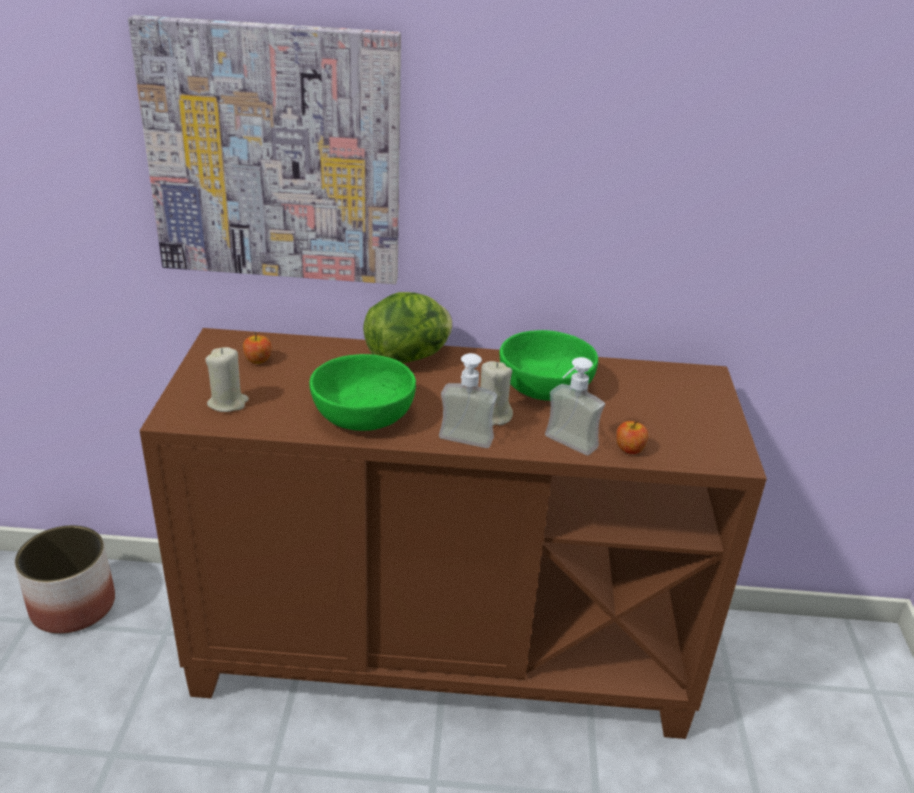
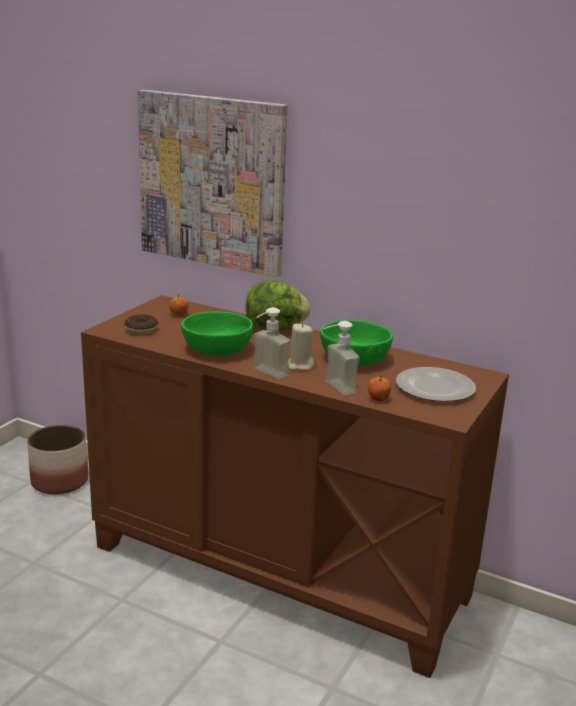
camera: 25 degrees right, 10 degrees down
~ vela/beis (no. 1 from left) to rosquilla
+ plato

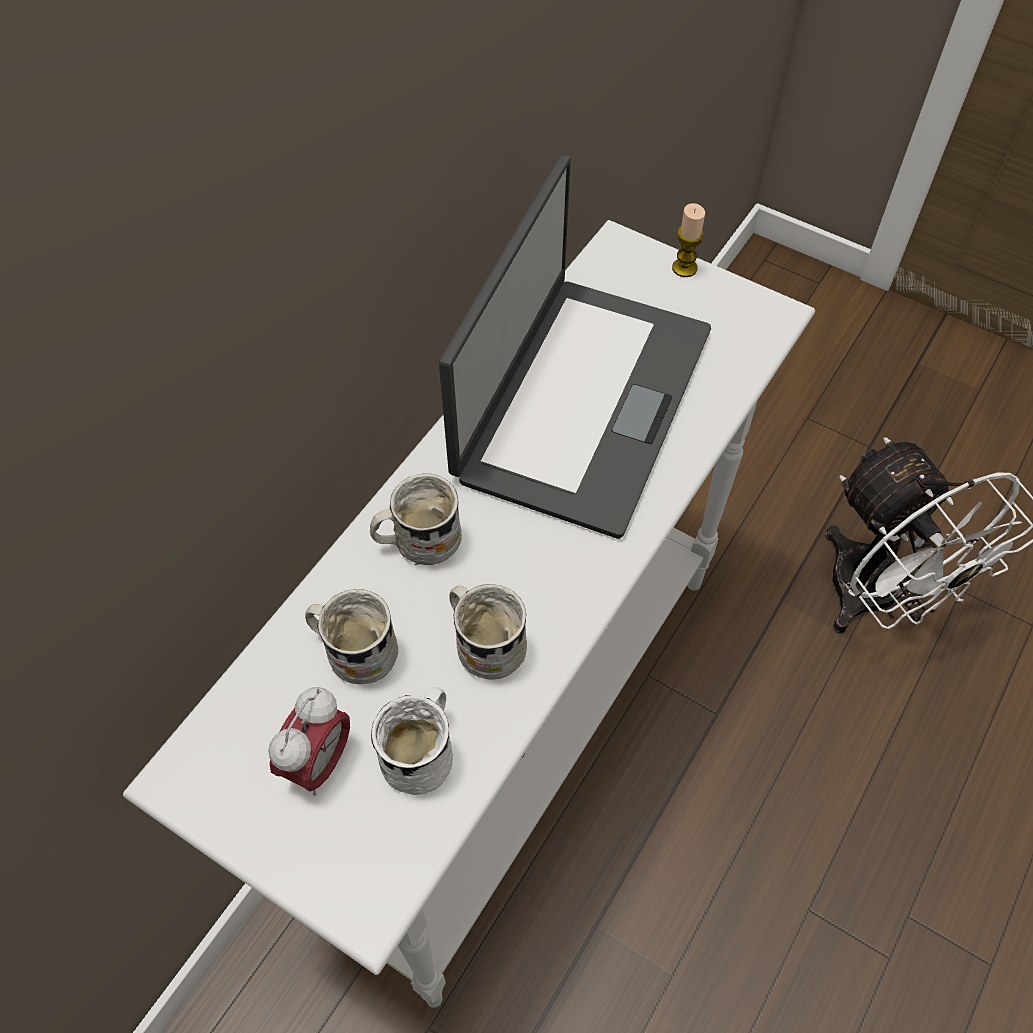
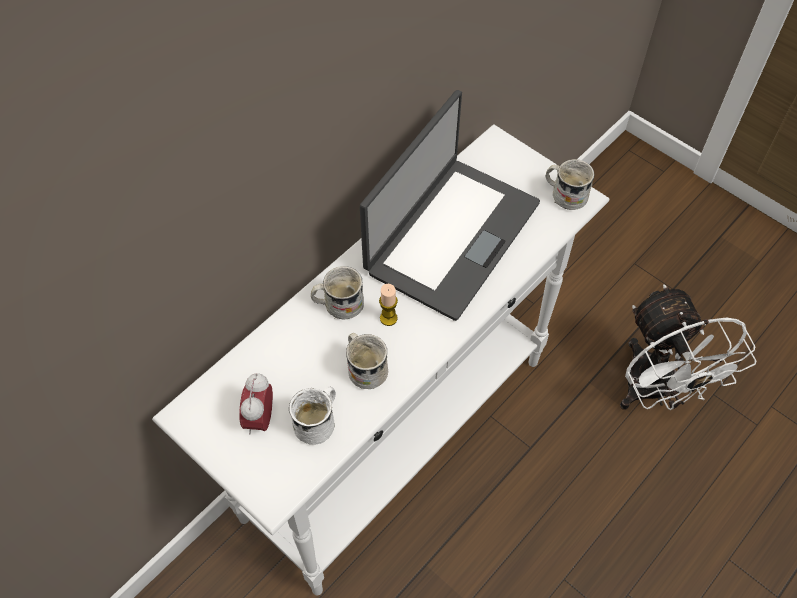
camera: 10 degrees right, 0 degrees up
~ despertador 150 degrees clockwise
~ vela
~ taza grande/blanco (no. 1 from left in the first image) to taza grande/blanco (no. 4 from left)

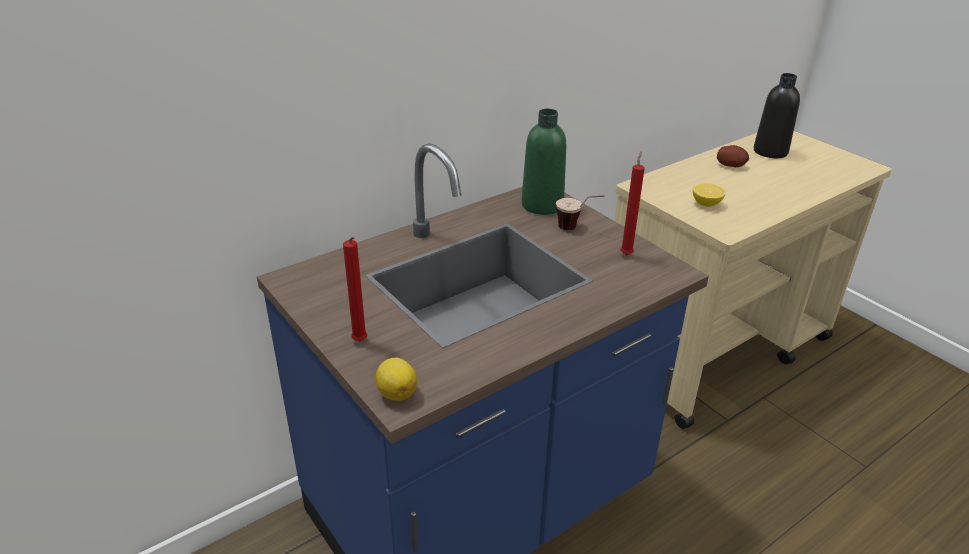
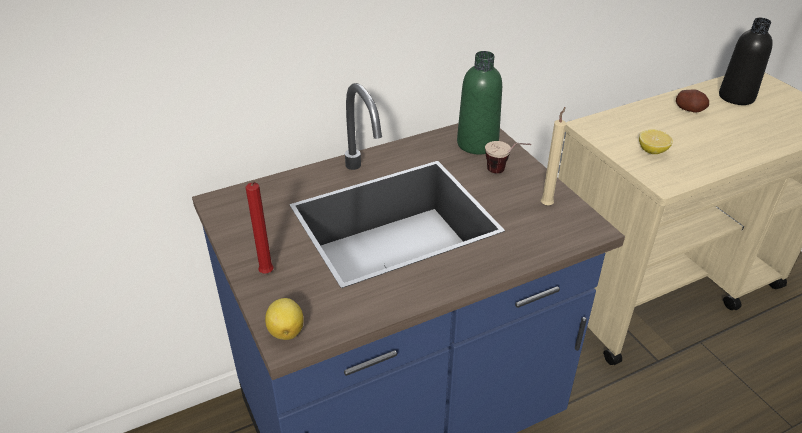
camera: 10 degrees right, 5 degrees up
~ vela/rojo (no. 2 from left) to vela/beis

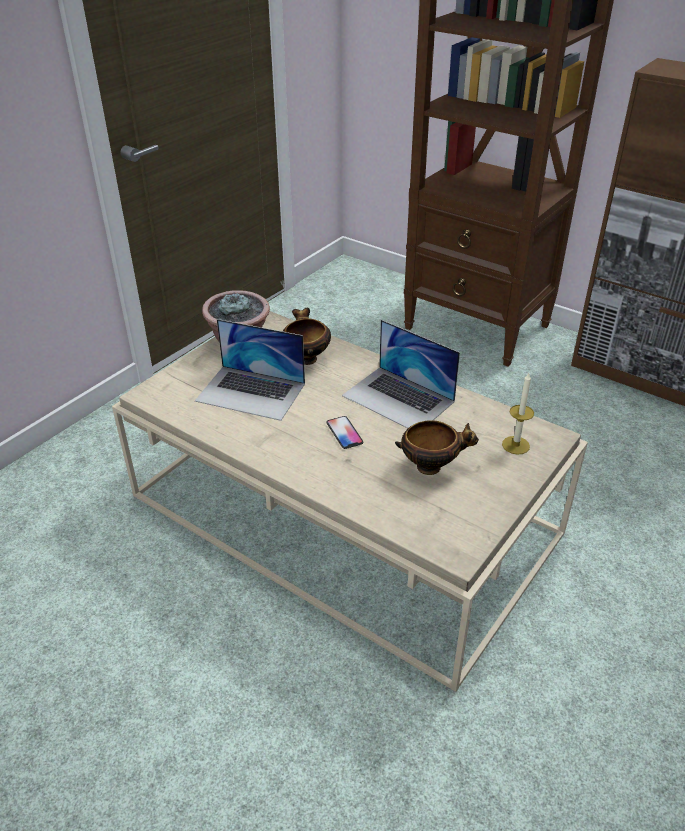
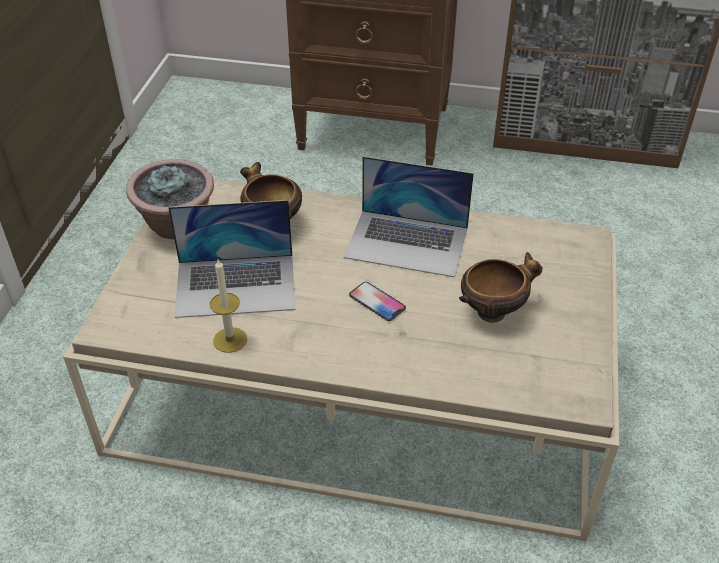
camera: 25 degrees left, 5 degrees up
~ vela

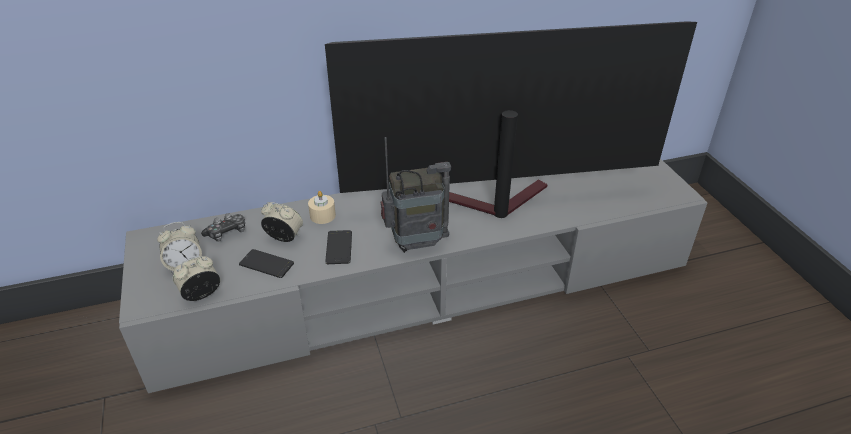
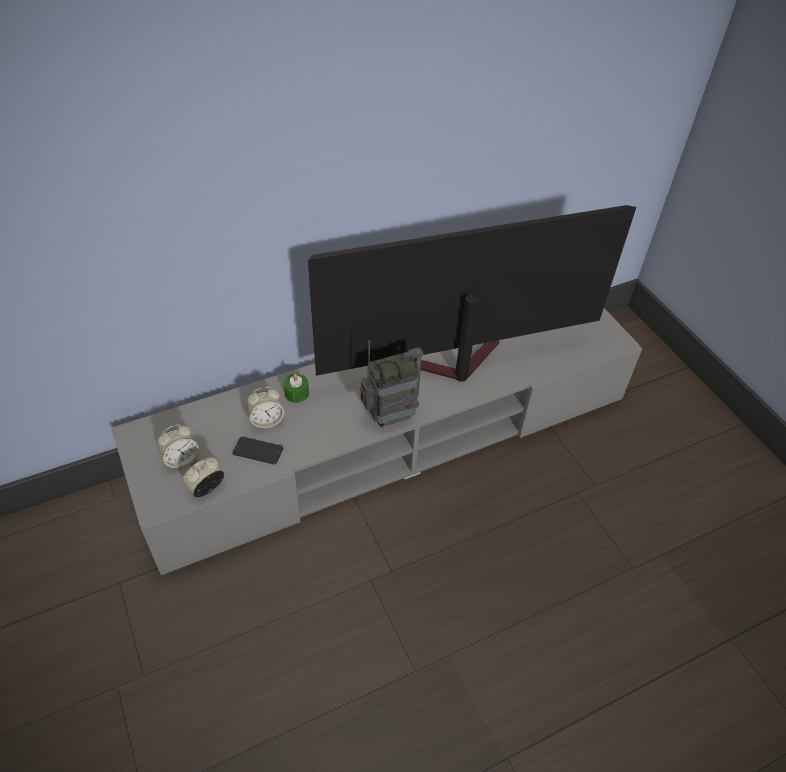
camera: 10 degrees left, 10 degrees up
~ despertador (no. 3 from left) 150 degrees clockwise
~ vela/beis to vela/verde
- mando de consola
- móvil (no. 2 from left)

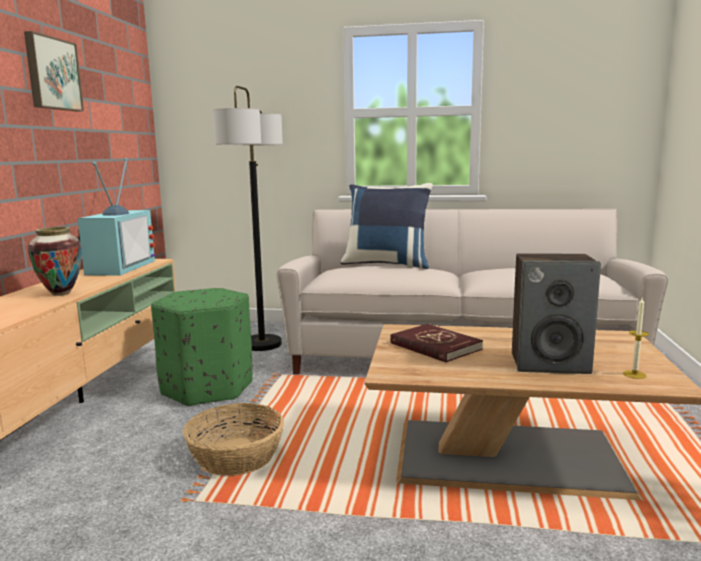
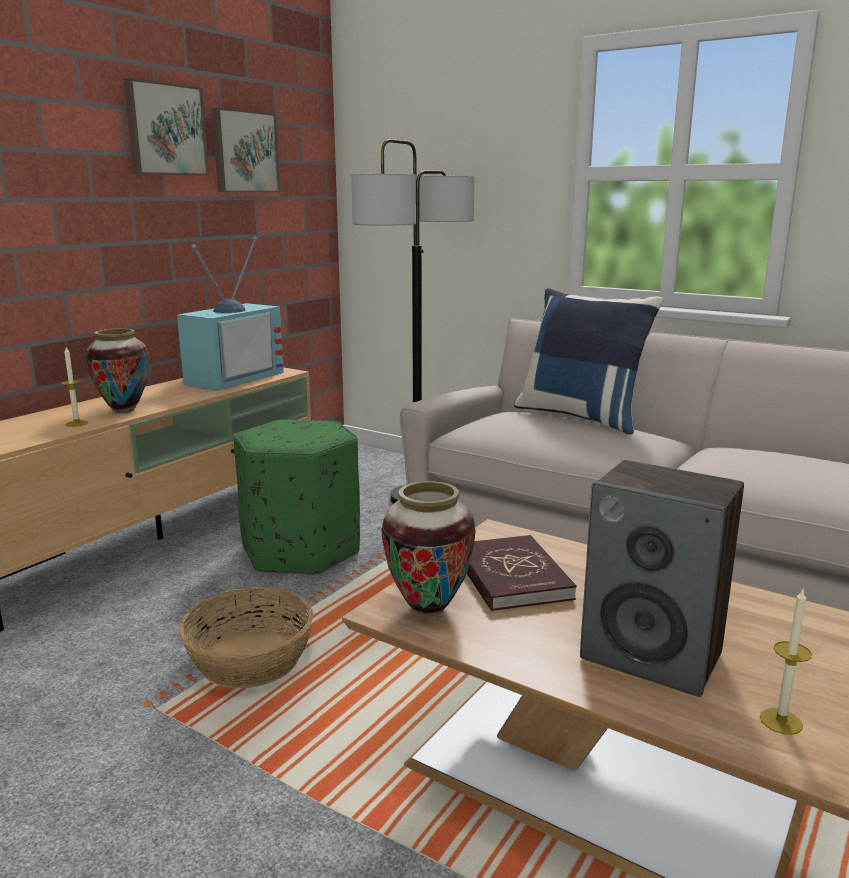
camera: 25 degrees right, 5 degrees up
+ vela (no. 1 from left)
+ cuadro (no. 2 from left)
+ florero (no. 2 from left)

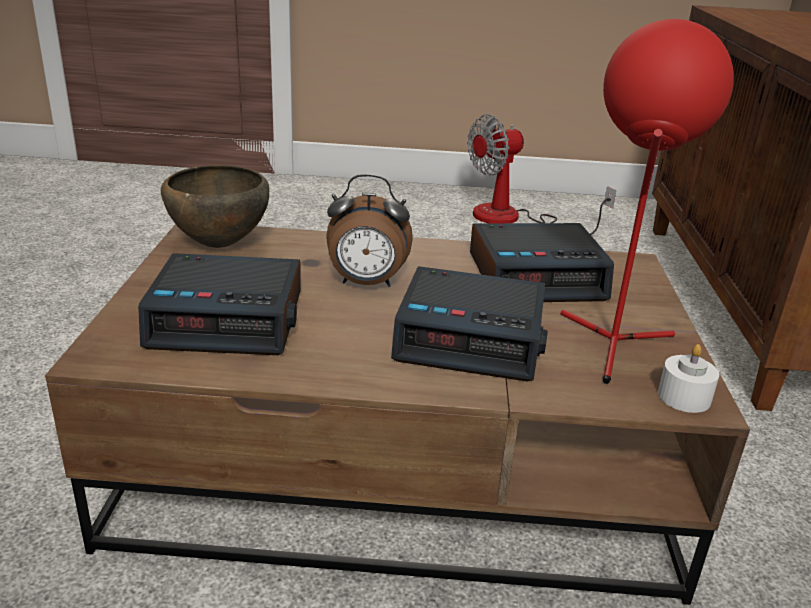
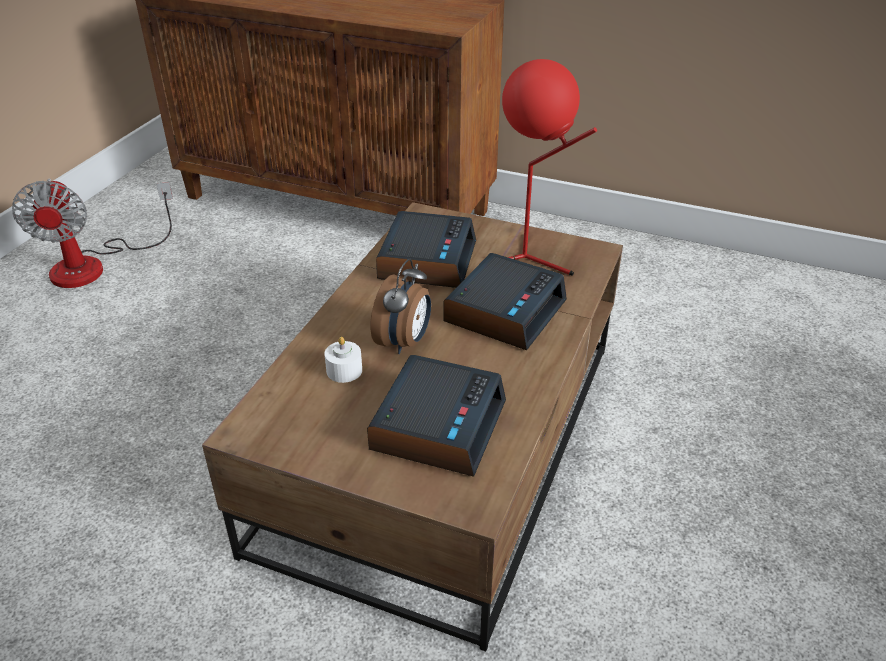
camera: 70 degrees left, 10 degrees up
~ vela/blanco
- cuenco/marrón

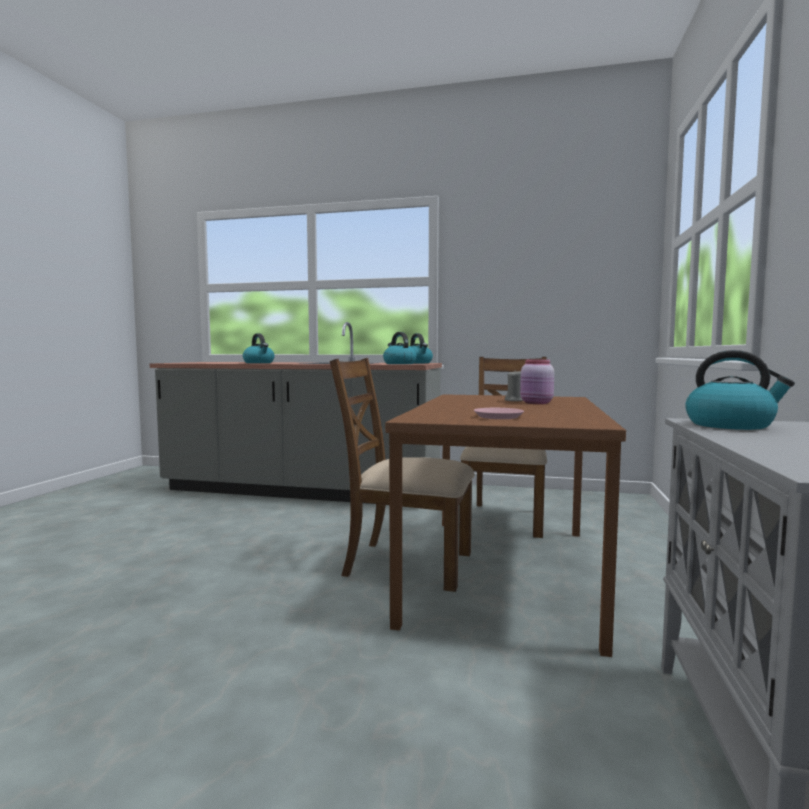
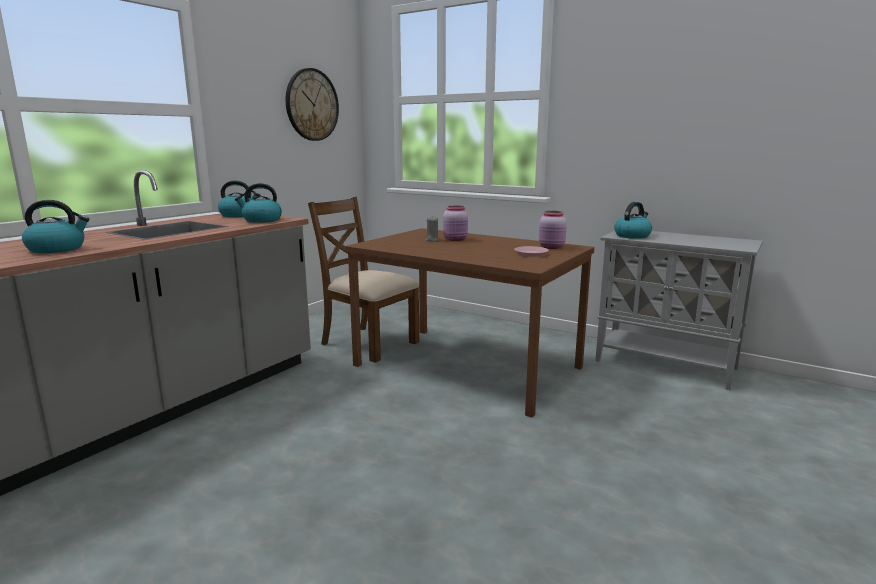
camera: 70 degrees left, 10 degrees up
+ reloj de pared
+ tarro/rosa (no. 2 from left)
- silla/marrón (no. 1 from left)

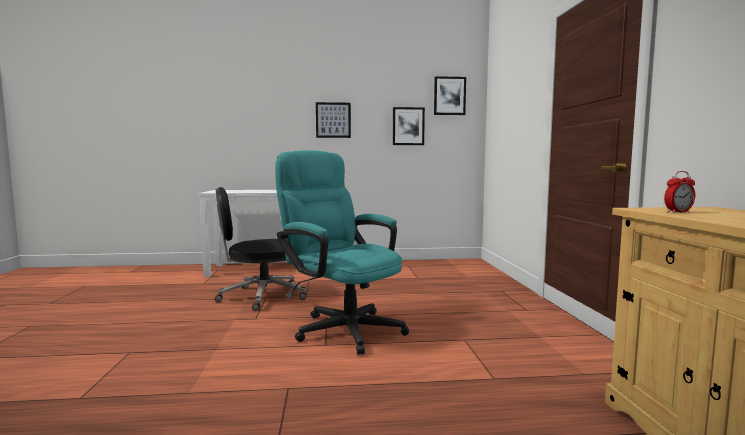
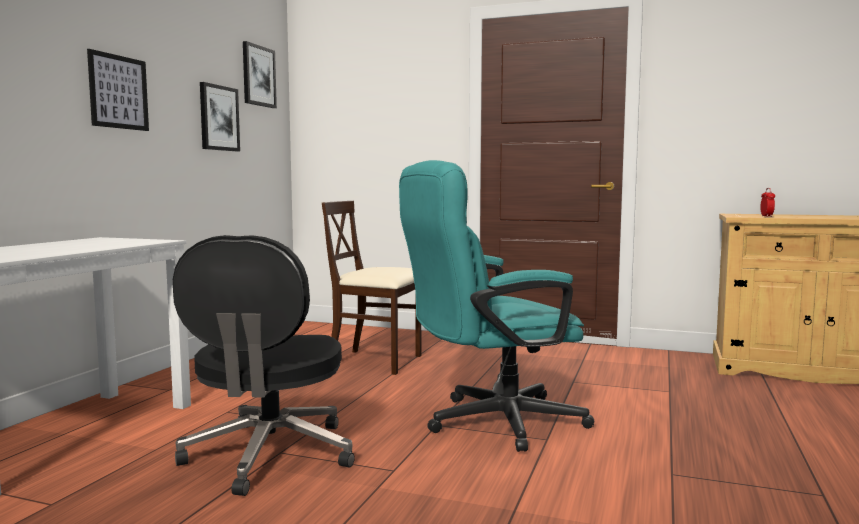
camera: 65 degrees left, 0 degrees up
+ silla/beis

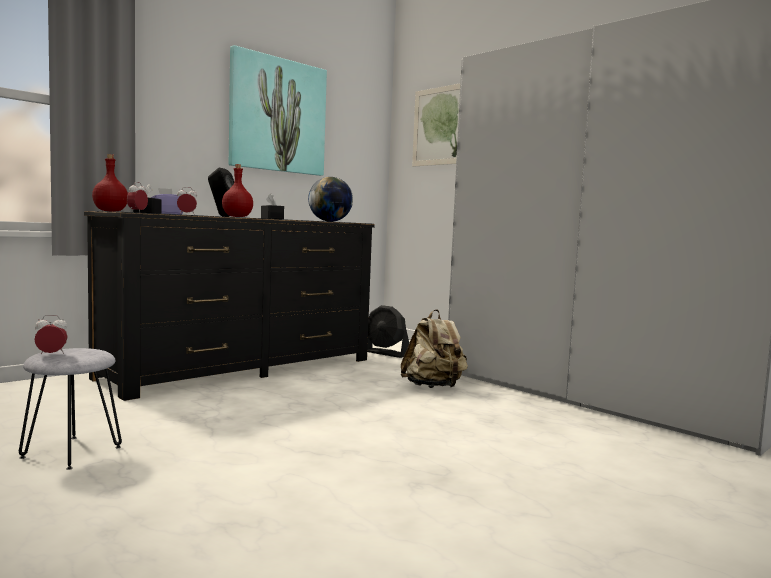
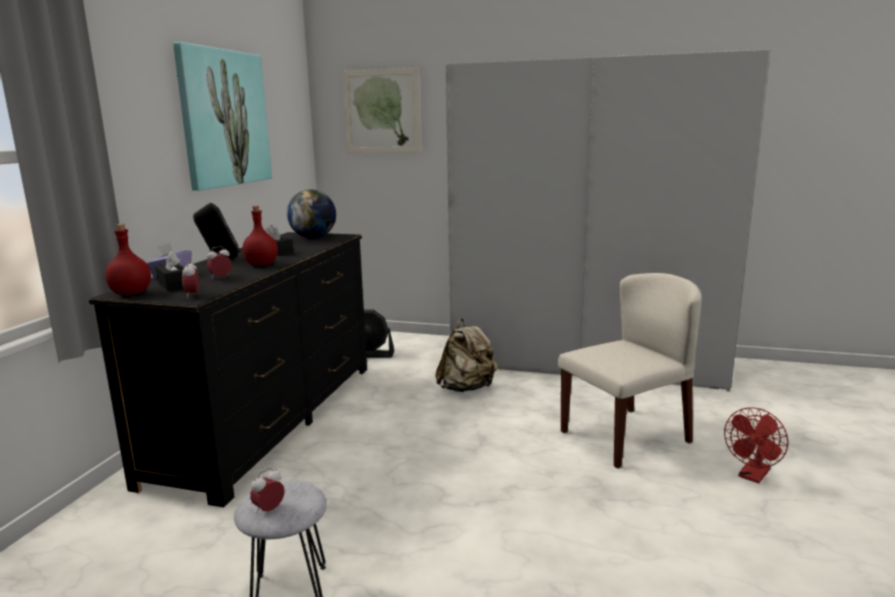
camera: 30 degrees left, 10 degrees up
+ silla/beis
+ ventilador/rojo

